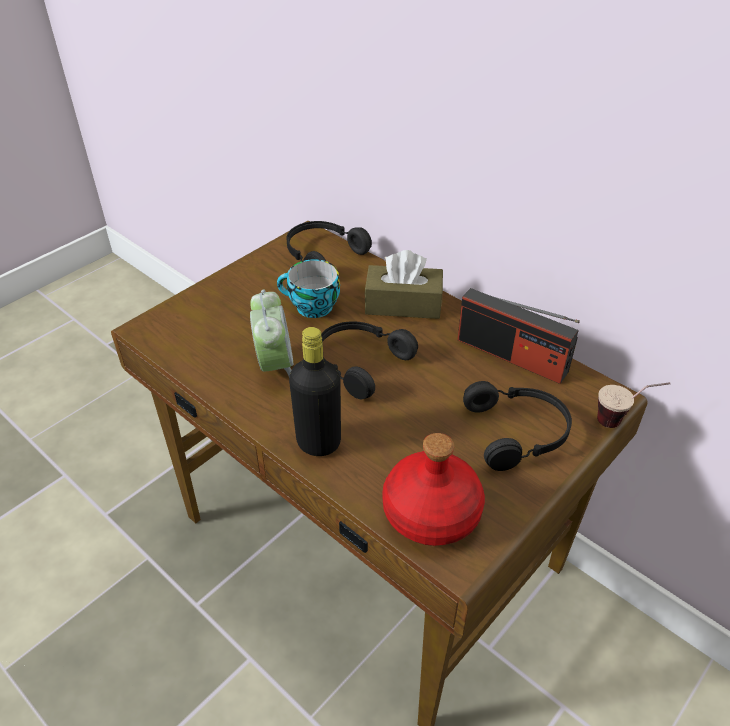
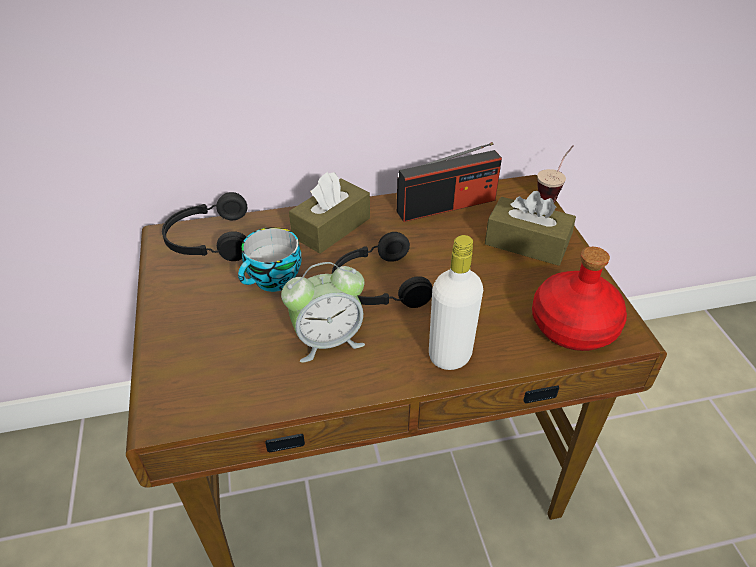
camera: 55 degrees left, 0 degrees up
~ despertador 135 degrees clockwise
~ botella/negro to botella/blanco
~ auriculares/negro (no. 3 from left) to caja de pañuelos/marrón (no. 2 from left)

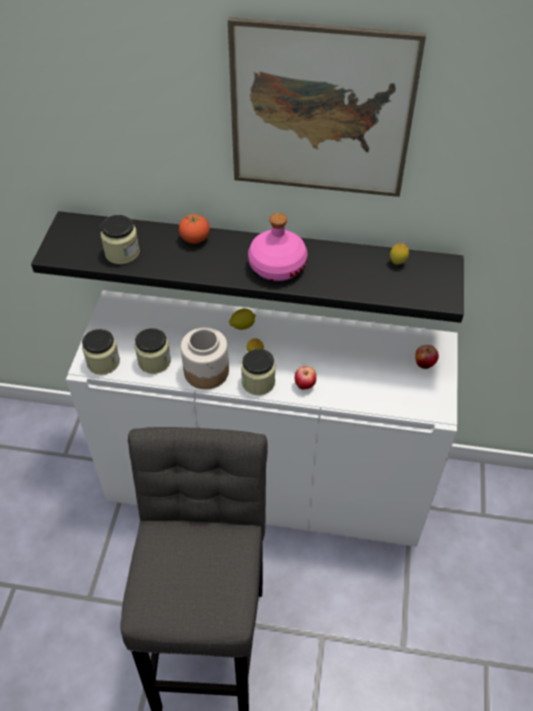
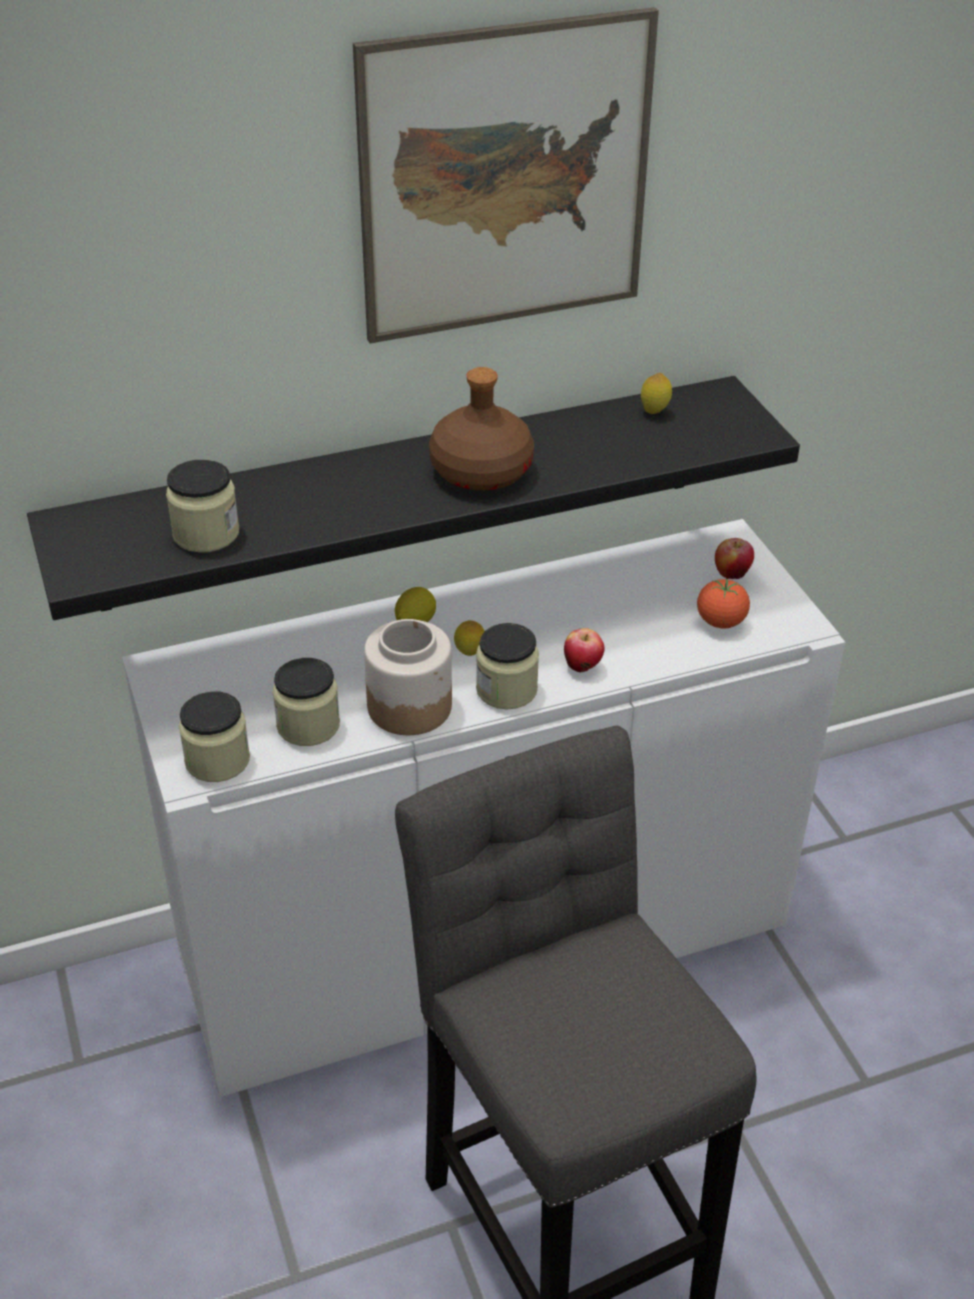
camera: 30 degrees left, 10 degrees down
~ botella/rosa to botella/marrón
~ tomate

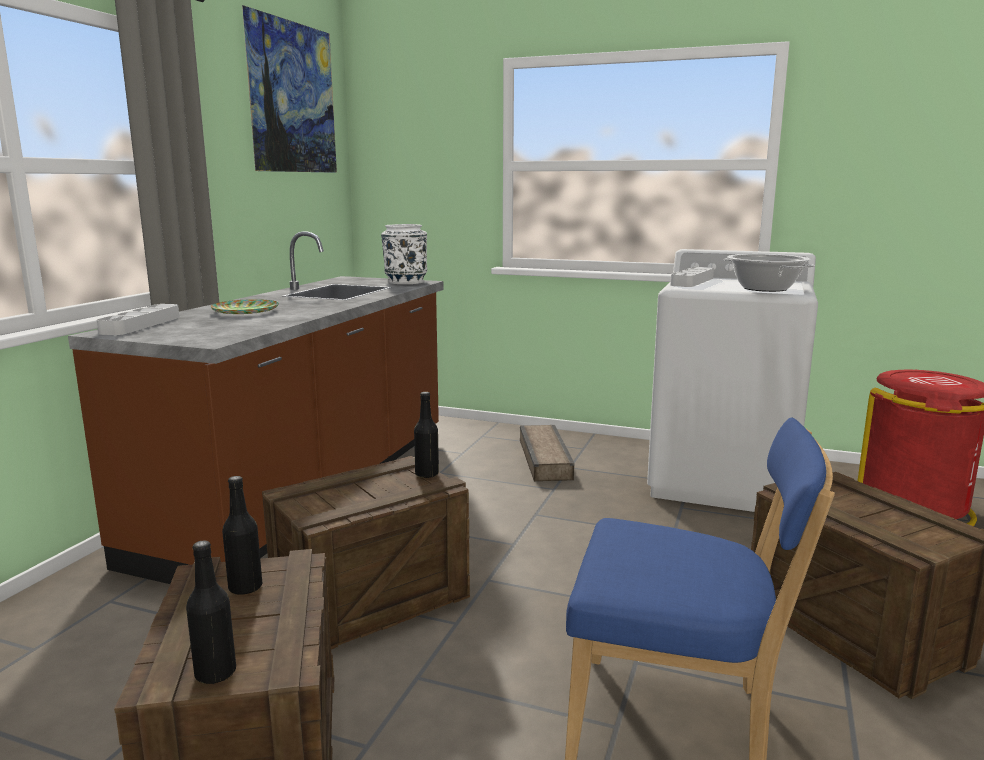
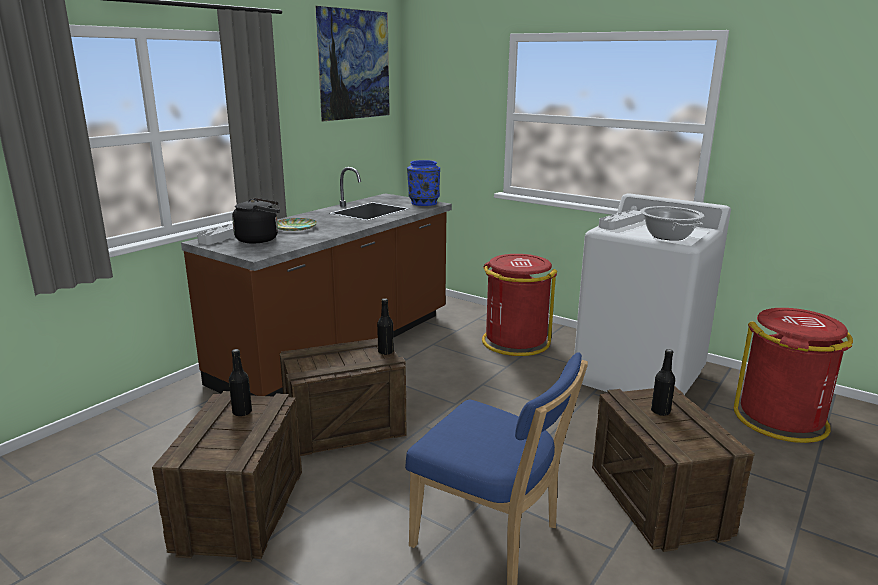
camera: 15 degrees right, 5 degrees up
+ hervidor/negro
~ florero/blanco to florero/azul
~ caja de embalaje (no. 3 from left) to papelera/rojo (no. 1 from left)
~ botella/negro (no. 1 from left in the first image) to botella/negro (no. 3 from left)

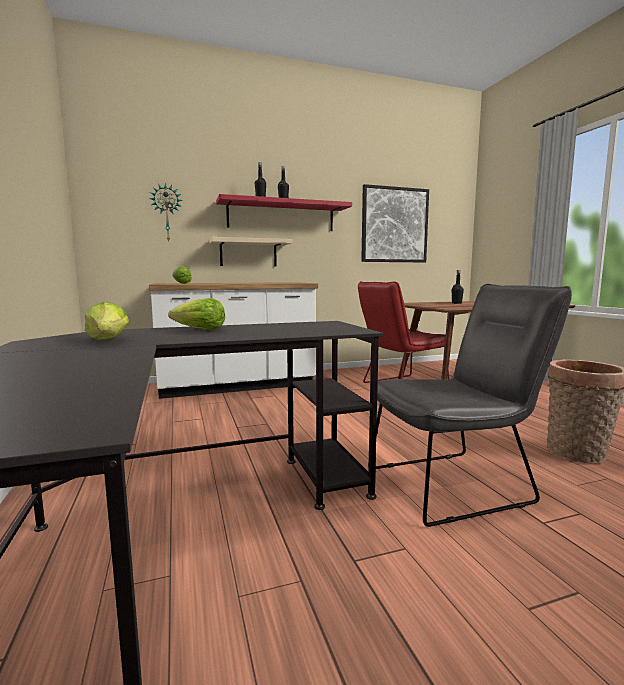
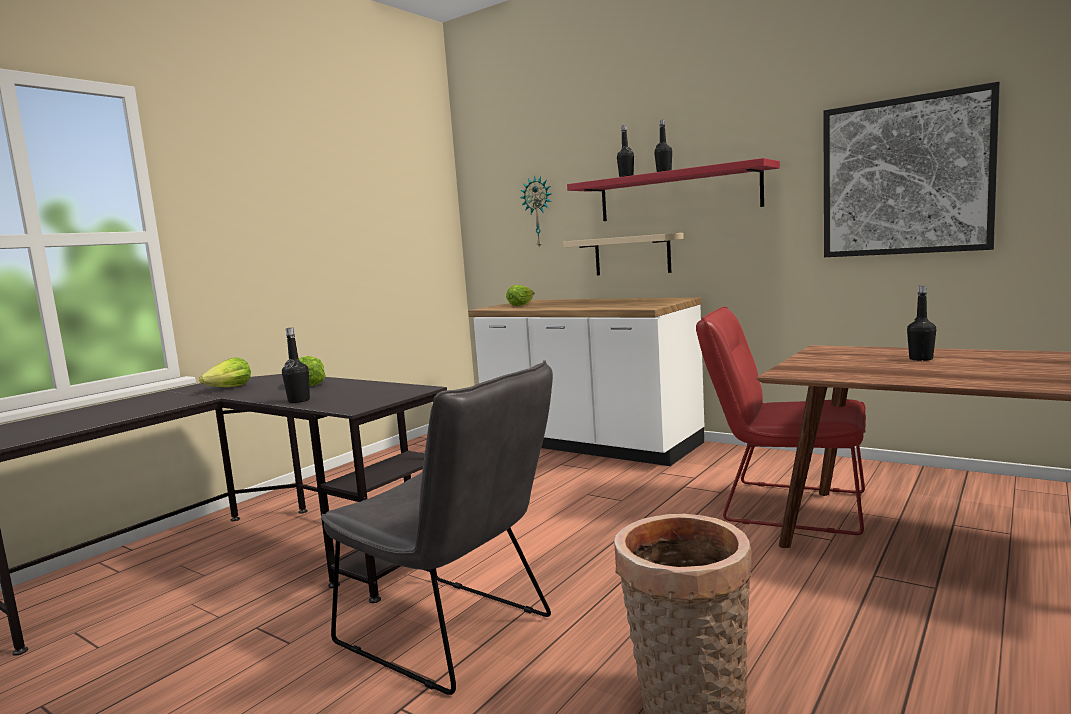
camera: 55 degrees right, 0 degrees up
+ botella/negro (no. 1 from left)

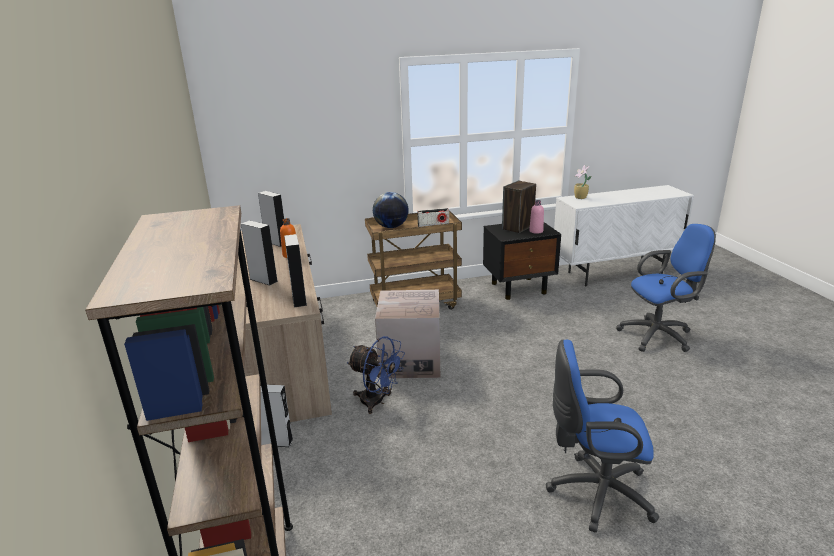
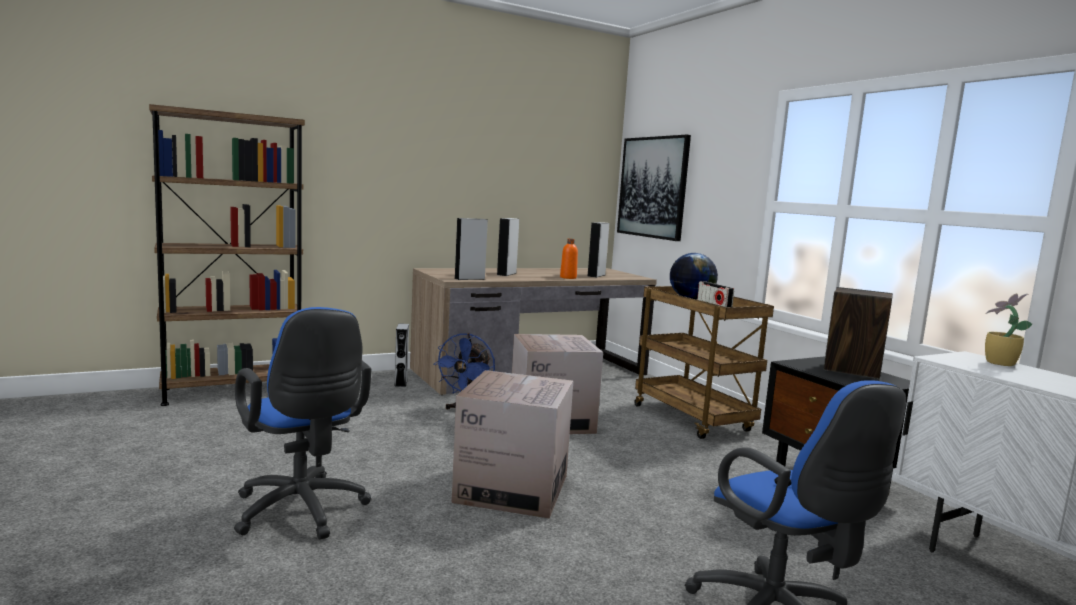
camera: 75 degrees right, 15 degrees down
~ silla de oficina/azul (no. 1 from left) 150 degrees clockwise
+ caja de cartón (no. 1 from left)
+ cuadro
- botella/rosa

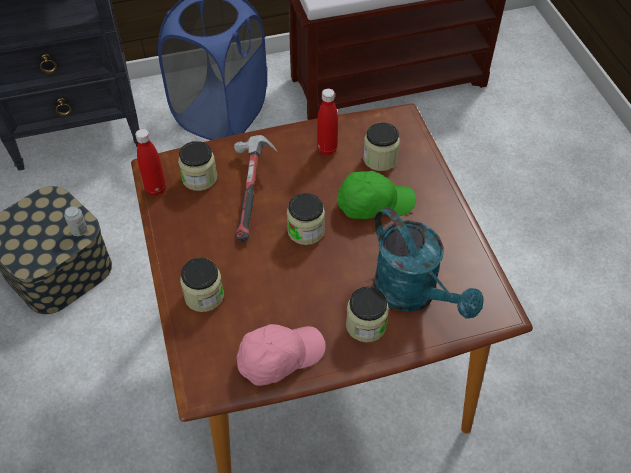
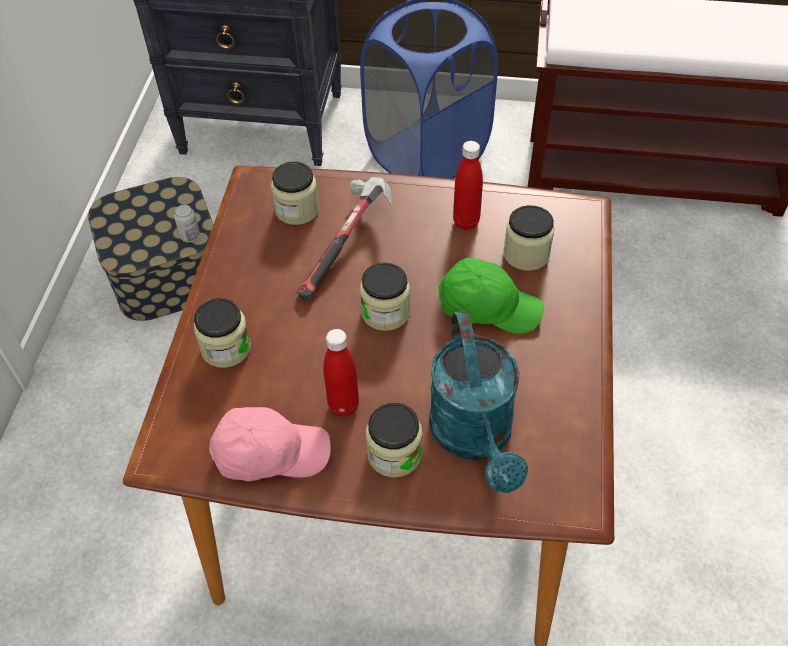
camera: 25 degrees right, 0 degrees up
~ botella/rojo (no. 1 from left)

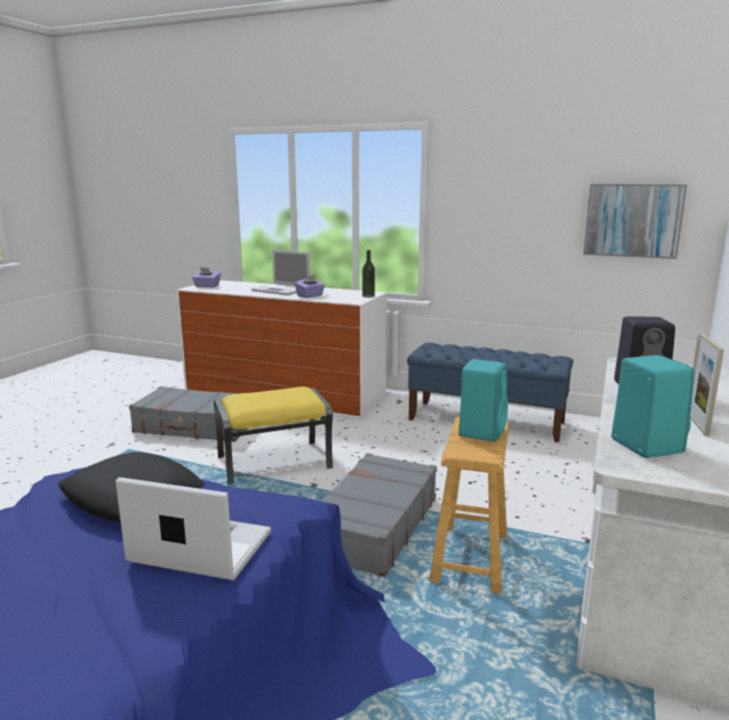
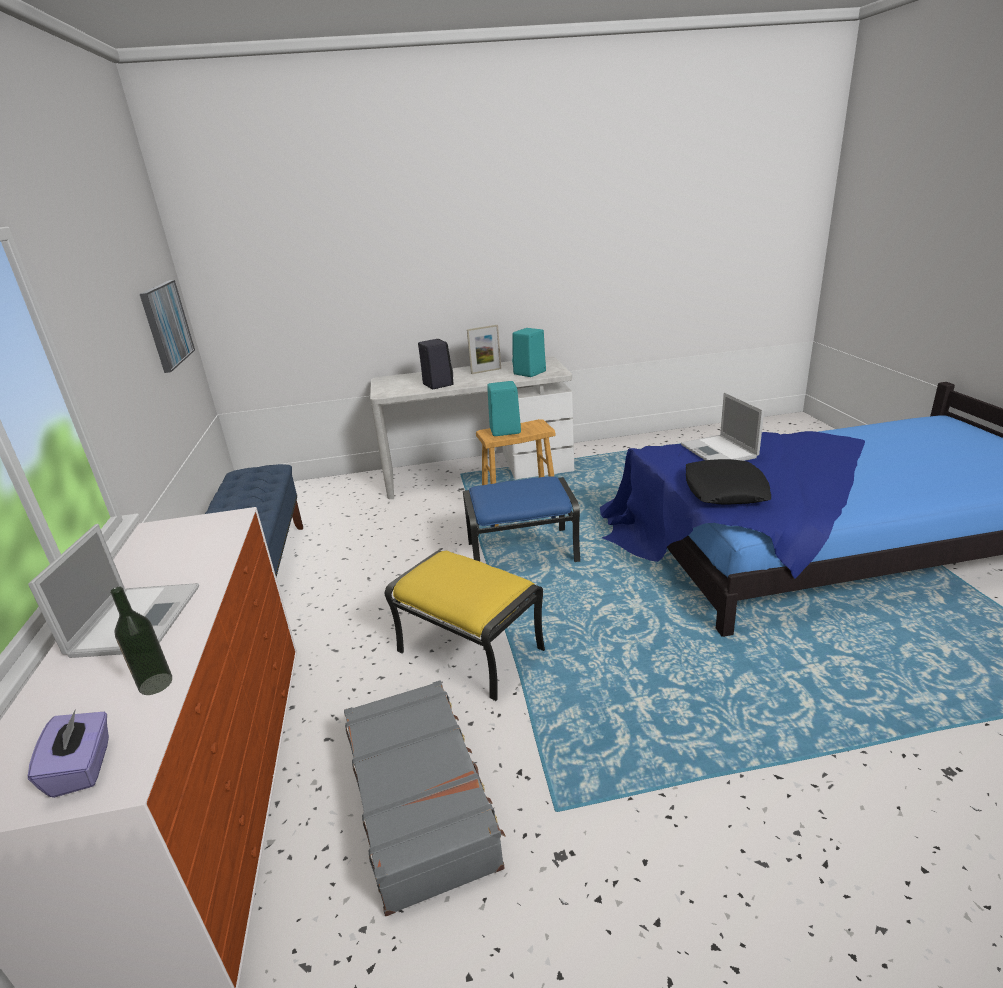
camera: 120 degrees left, 10 degrees up
~ botella
~ maleta/gris (no. 2 from left) to puf/azul
- caja de pañuelos/morado (no. 2 from left)

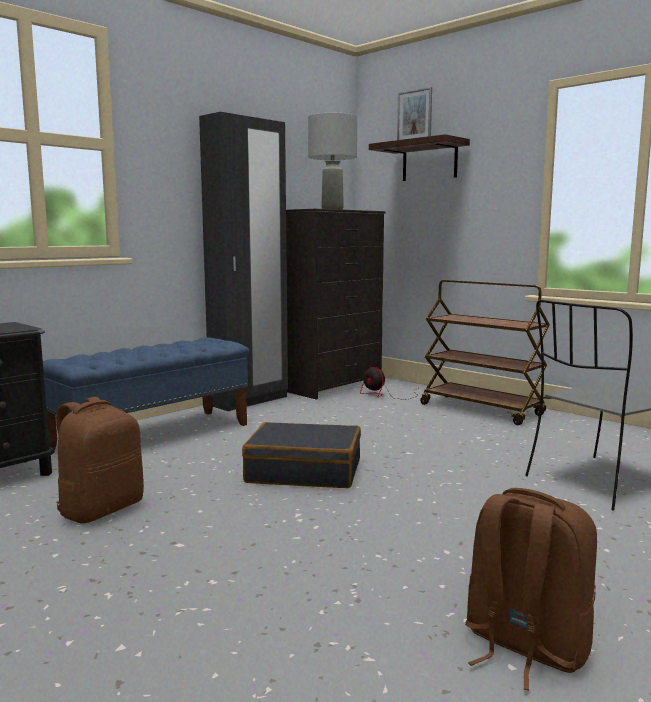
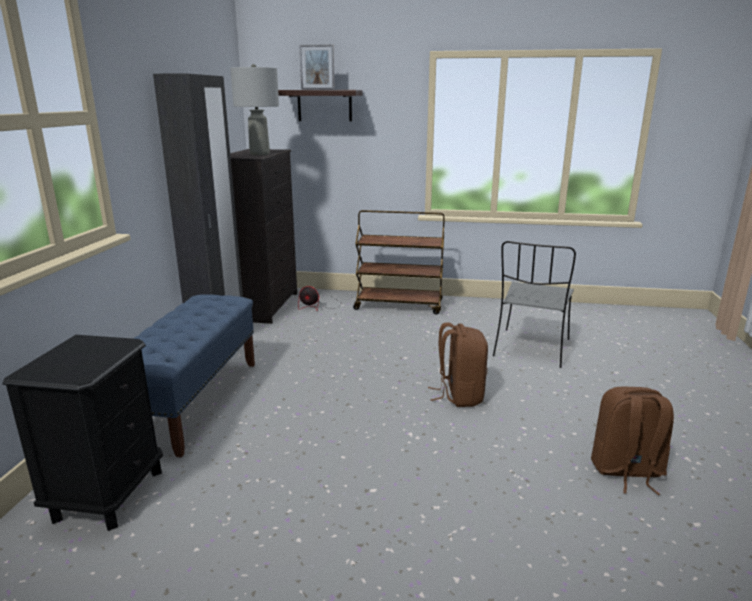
camera: 35 degrees left, 10 degrees up
~ mochila/marrón (no. 1 from left)
- maleta/negro

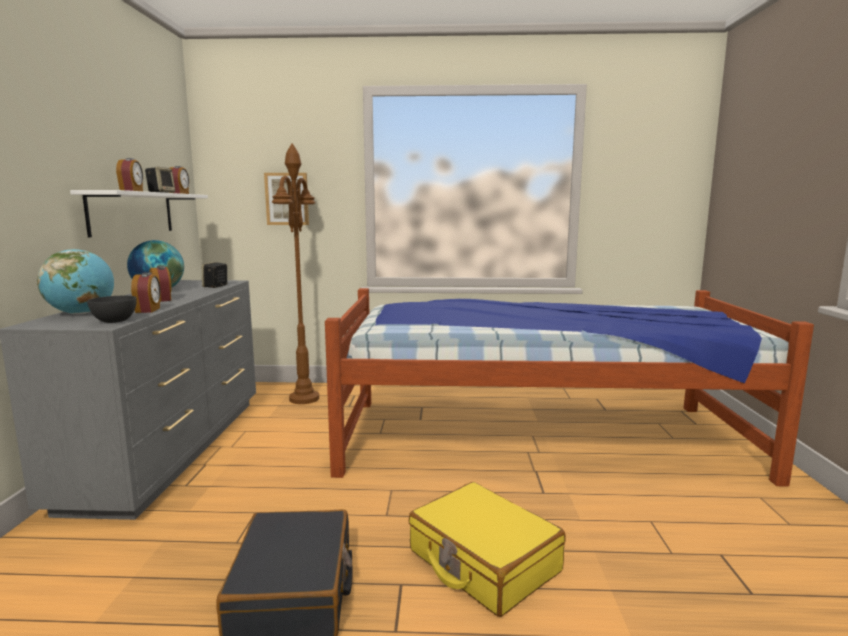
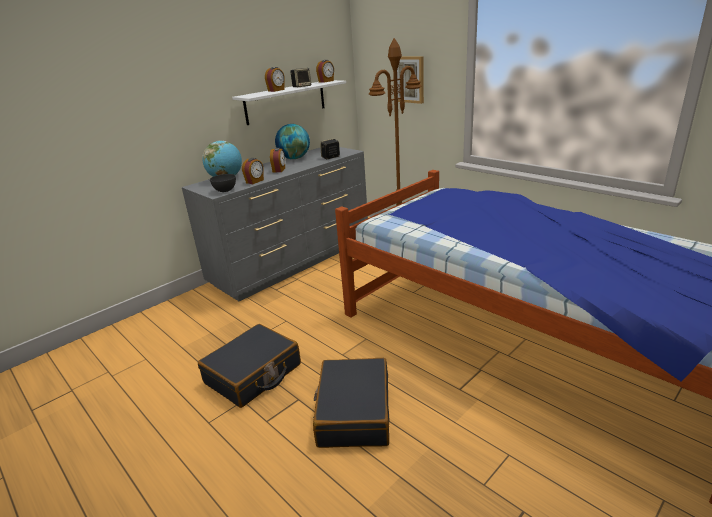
camera: 45 degrees right, 15 degrees up
~ maleta/amarillo to maleta/negro (no. 2 from left)

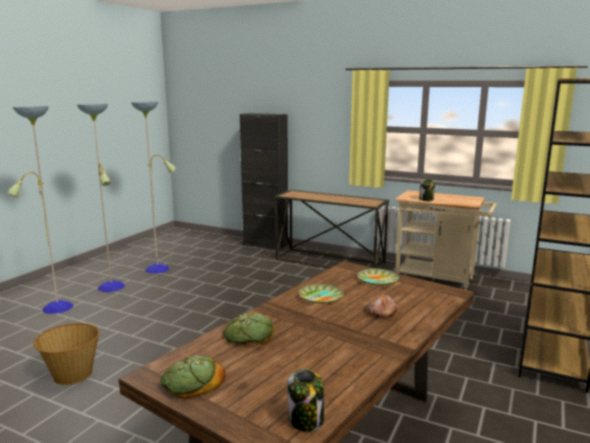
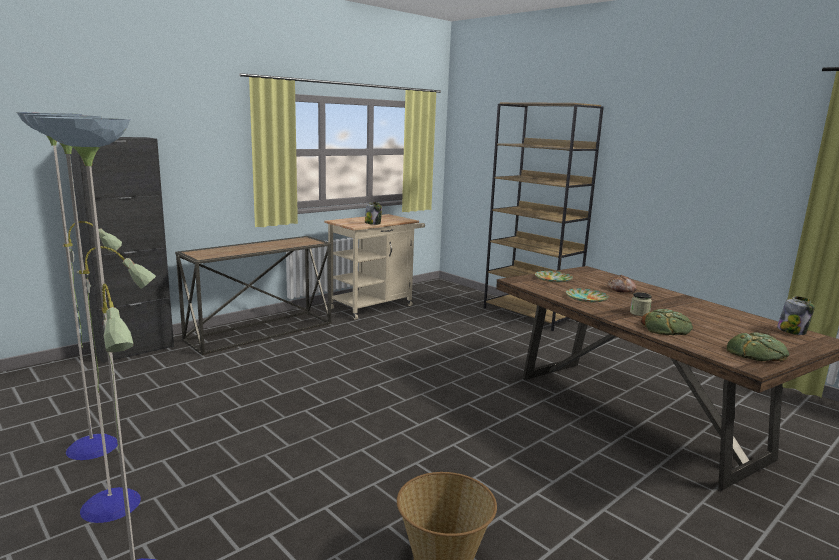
camera: 70 degrees left, 0 degrees up
+ tarro (no. 2 from left)

